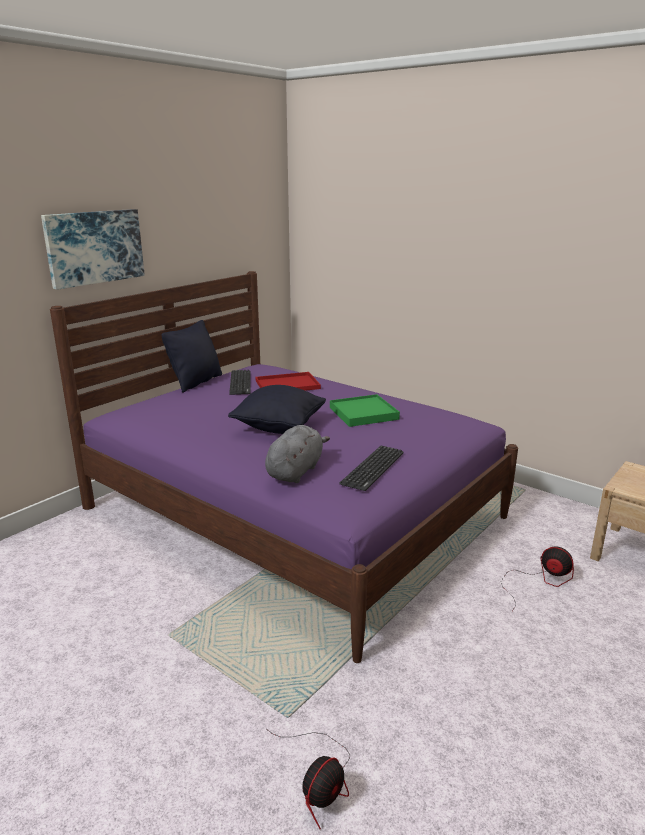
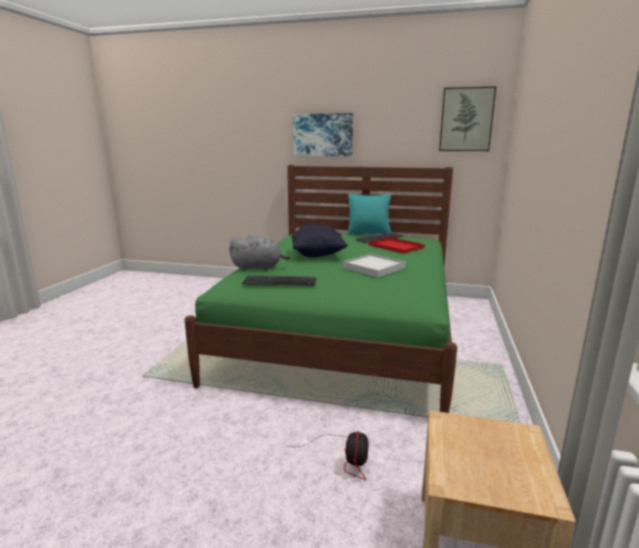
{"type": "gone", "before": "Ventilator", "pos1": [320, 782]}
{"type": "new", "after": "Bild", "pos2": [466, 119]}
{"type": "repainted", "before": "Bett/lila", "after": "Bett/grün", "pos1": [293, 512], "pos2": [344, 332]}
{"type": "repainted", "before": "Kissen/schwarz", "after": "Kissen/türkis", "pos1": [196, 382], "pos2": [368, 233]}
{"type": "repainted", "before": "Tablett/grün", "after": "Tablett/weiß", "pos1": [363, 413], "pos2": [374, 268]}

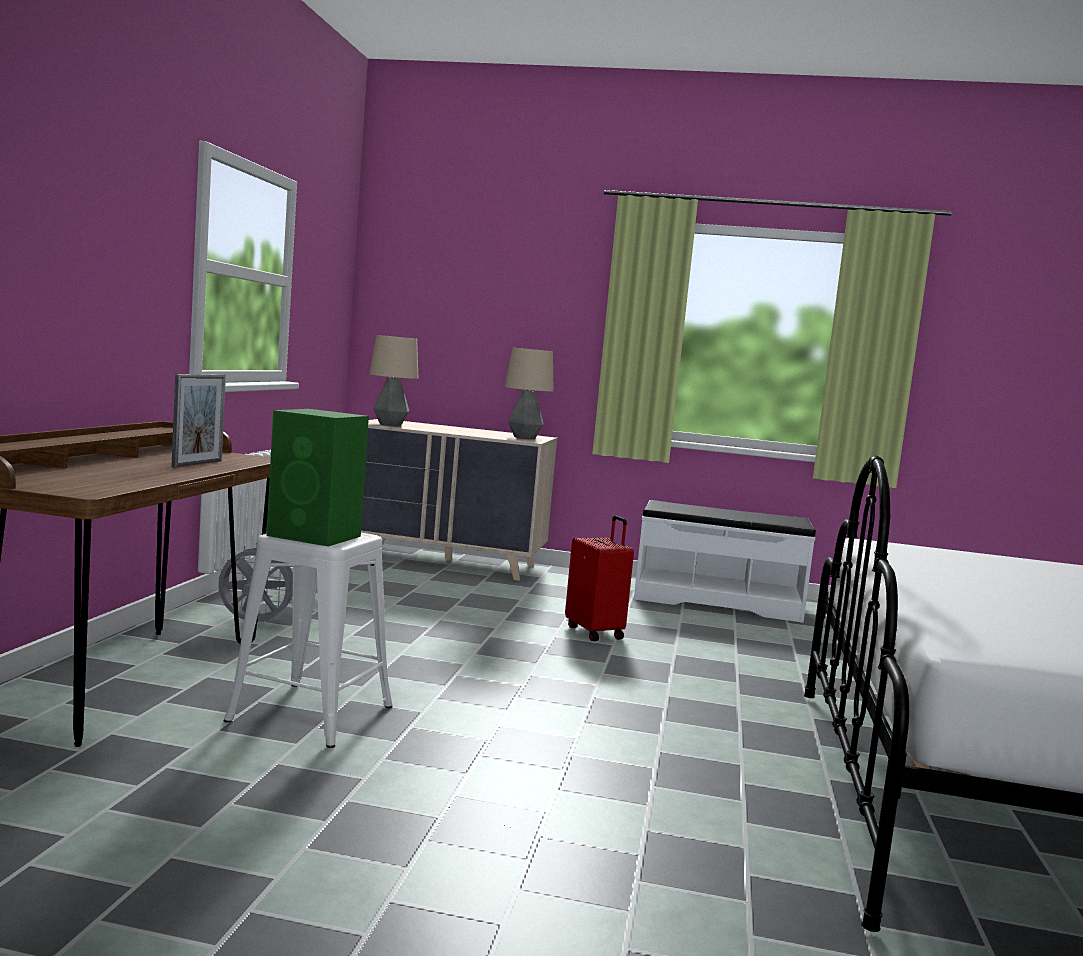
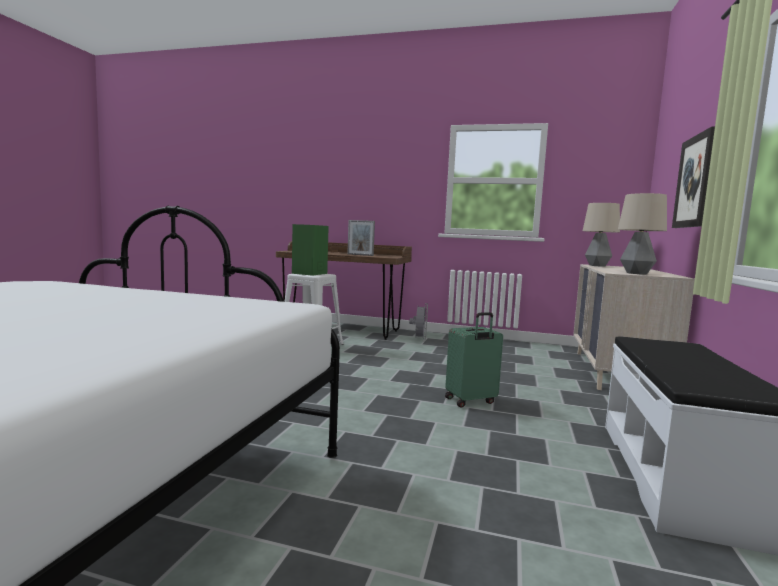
{"type": "new", "after": "Bild", "pos2": [694, 181]}
{"type": "repainted", "before": "Koffer/rot", "after": "Koffer/grün", "pos1": [595, 632], "pos2": [471, 401]}

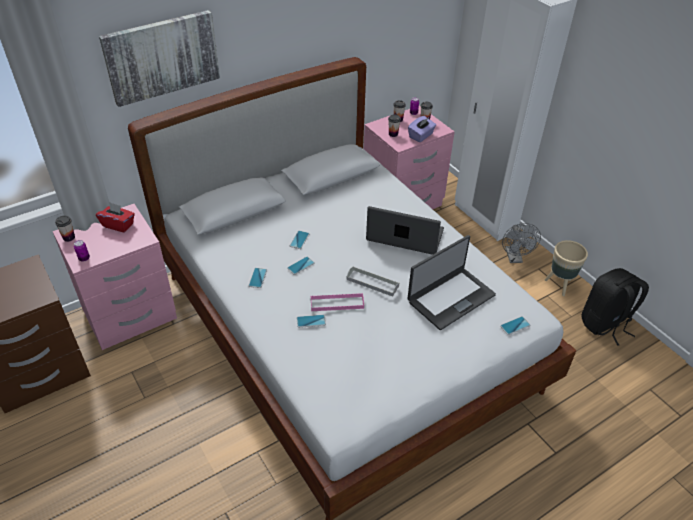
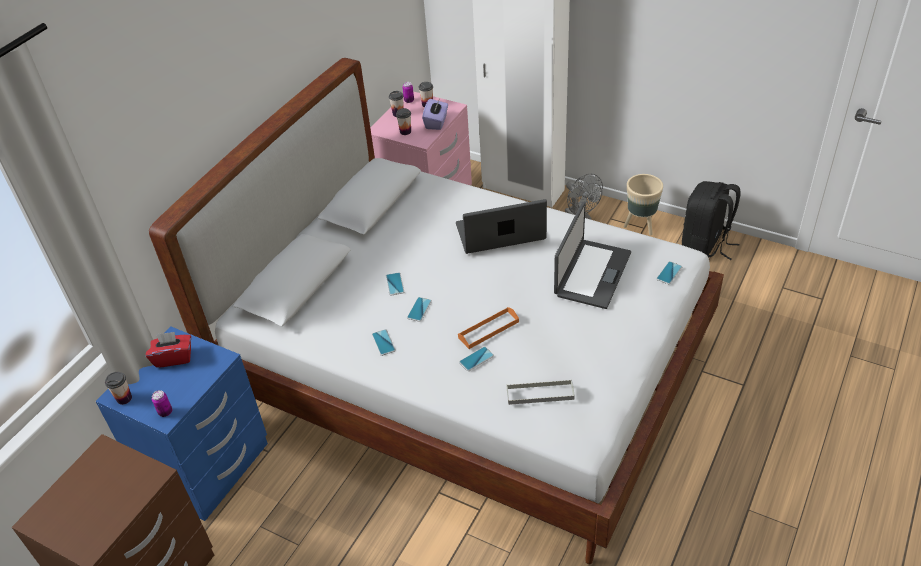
{"type": "gone", "before": "Bild", "pos1": [162, 57]}
{"type": "shifted", "before": "Tablett/grau", "pos1": [372, 283], "pos2": [540, 394]}
{"type": "repainted", "before": "Nachttisch/rosa", "after": "Nachttisch/blau", "pos1": [130, 315], "pos2": [208, 467]}
{"type": "repainted", "before": "Tablett/rosa", "after": "Tablett/orange", "pos1": [337, 303], "pos2": [488, 330]}

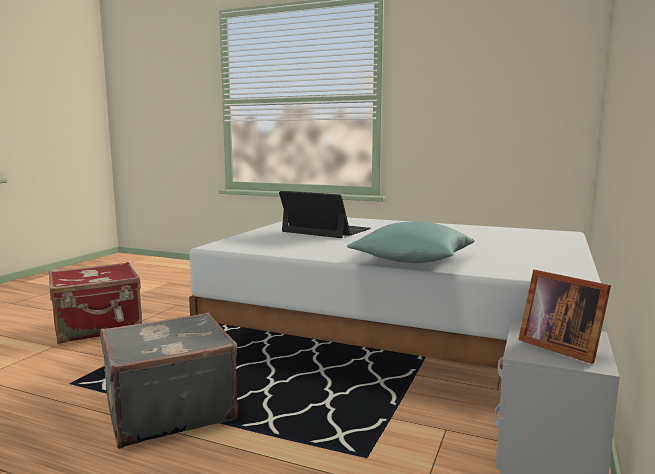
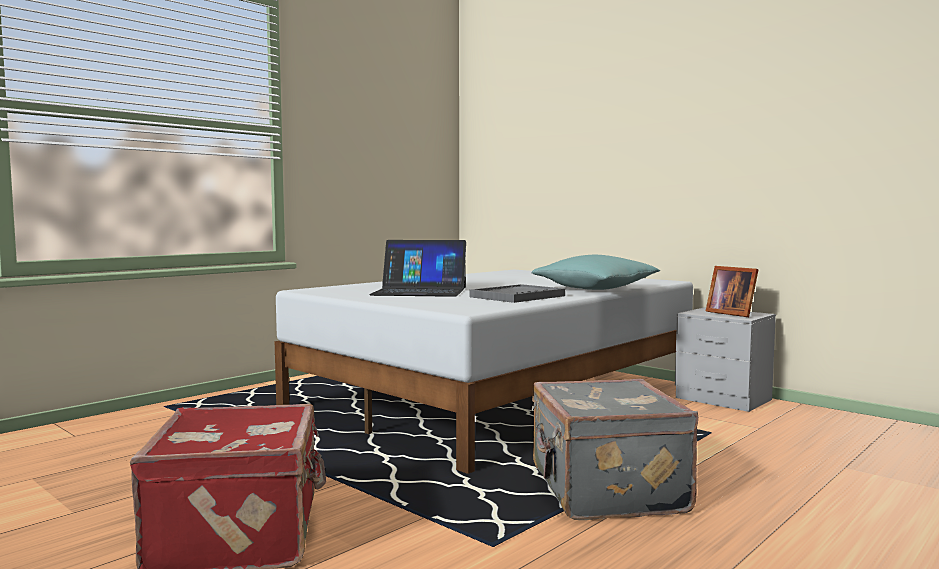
{"type": "new", "after": "Tablett/grau", "pos2": [517, 296]}
{"type": "rotated", "before": "Laptop", "pos1": [326, 230], "pos2": [420, 291], "turn": -135}
{"type": "rotated", "before": "Bilderrahmen", "pos1": [559, 346], "pos2": [731, 313], "turn": 75}

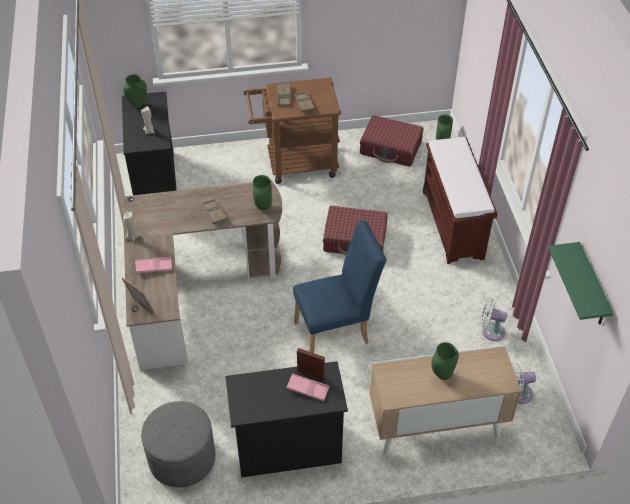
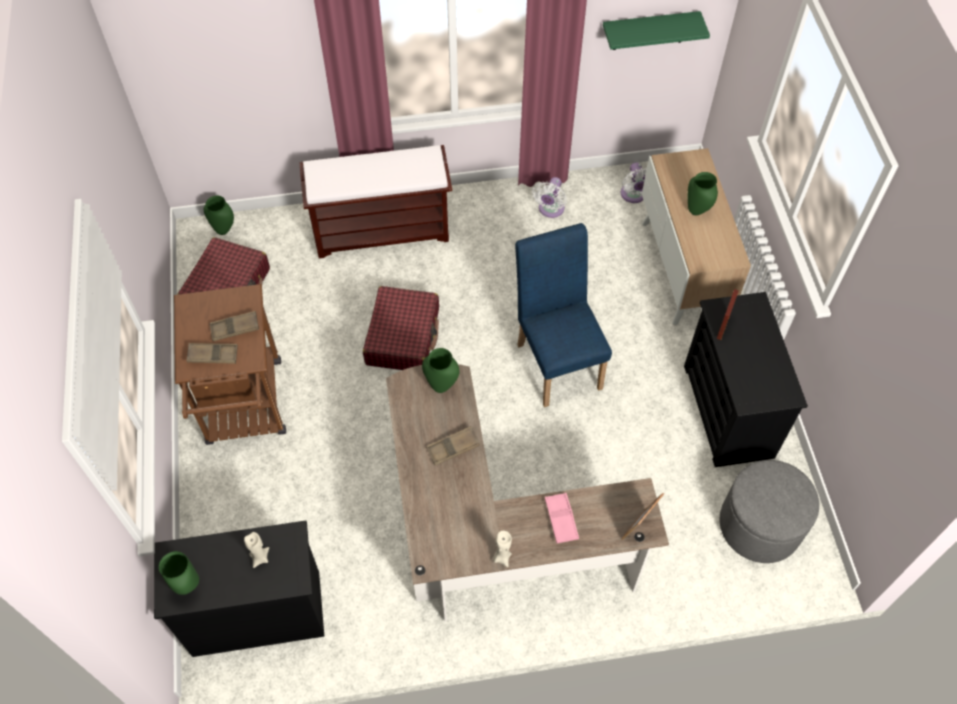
{"type": "gone", "before": "Tablett/rosa", "pos1": [307, 389]}

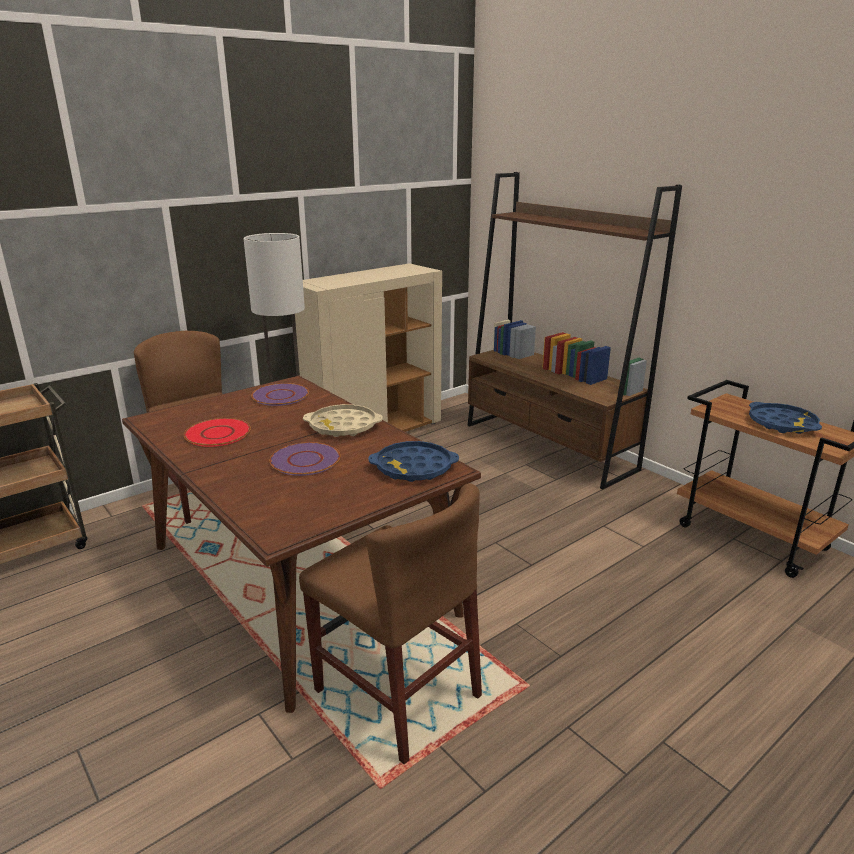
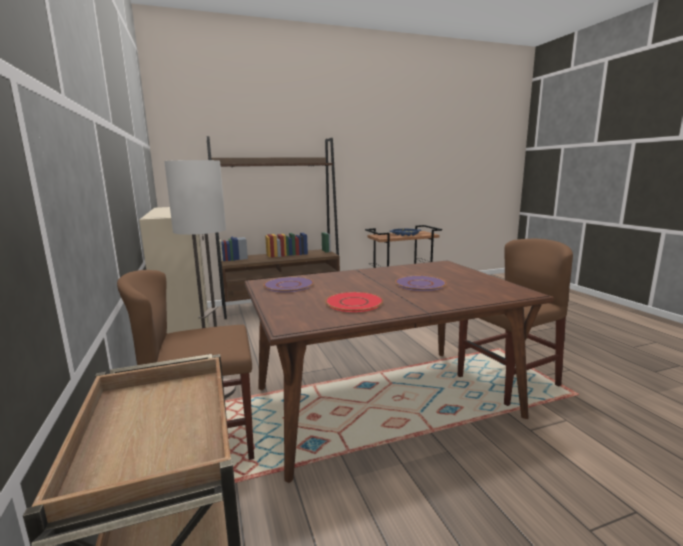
{"type": "gone", "before": "Tablett/beige", "pos1": [343, 426]}
{"type": "gone", "before": "Tablett/blau", "pos1": [414, 468]}

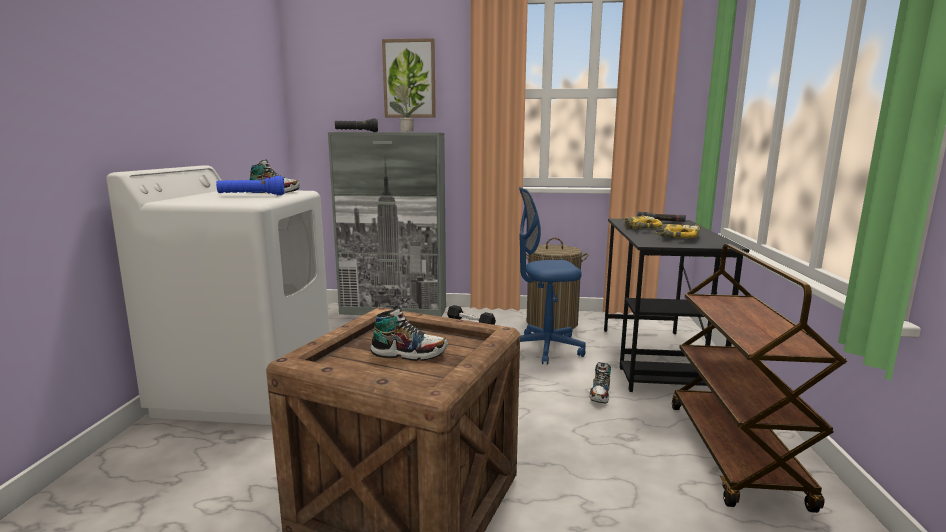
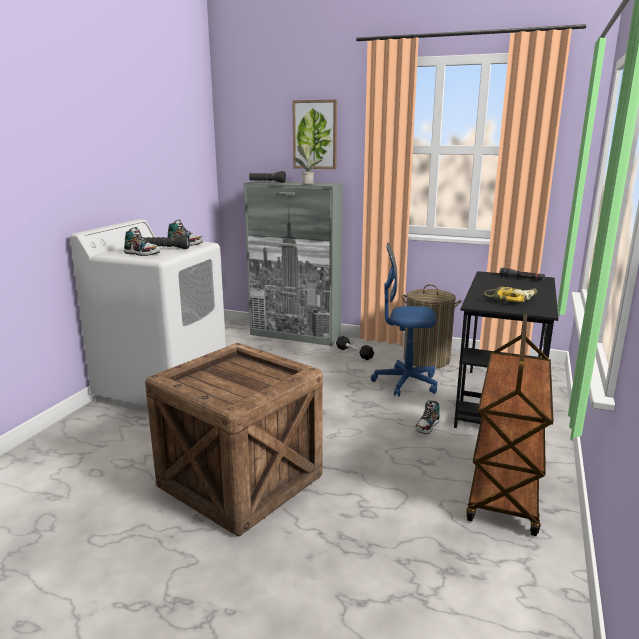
{"type": "gone", "before": "Bohrmaschine", "pos1": [638, 227]}
{"type": "shifted", "before": "Schuh", "pos1": [409, 354], "pos2": [142, 253]}
{"type": "repainted", "before": "Taschenlampe/blau", "after": "Taschenlampe/schwarz", "pos1": [252, 196], "pos2": [166, 249]}

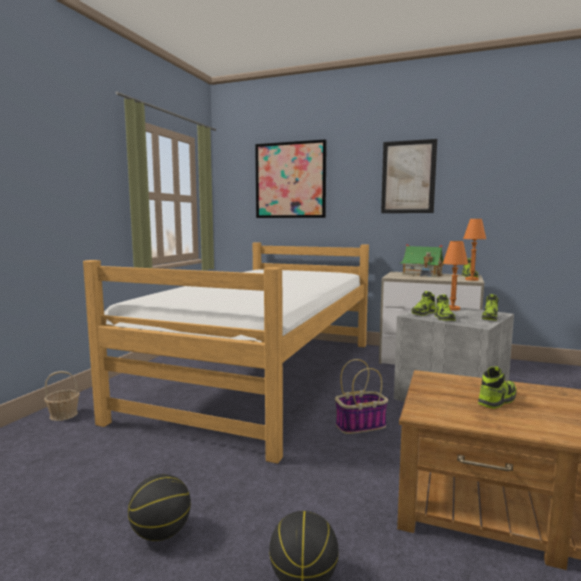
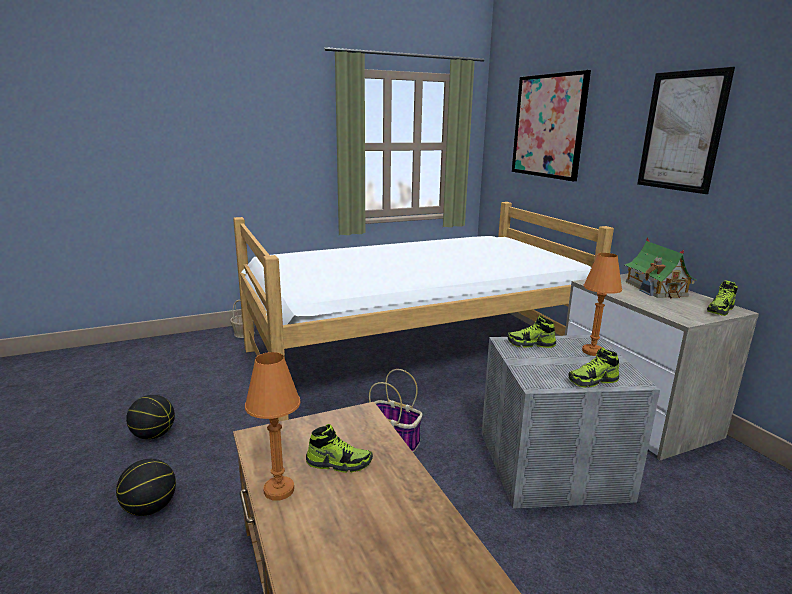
{"type": "gone", "before": "Schuh", "pos1": [444, 318]}
{"type": "shifted", "before": "Tischlampe/orange", "pos1": [472, 280], "pos2": [279, 490]}

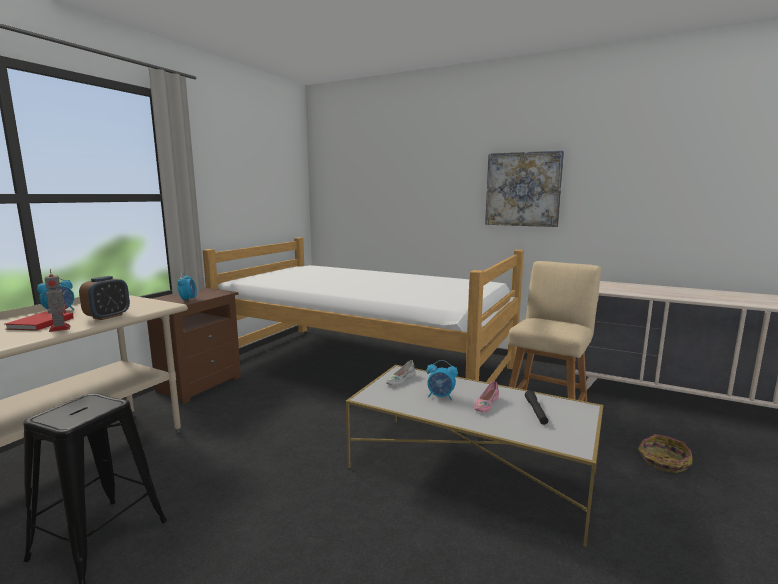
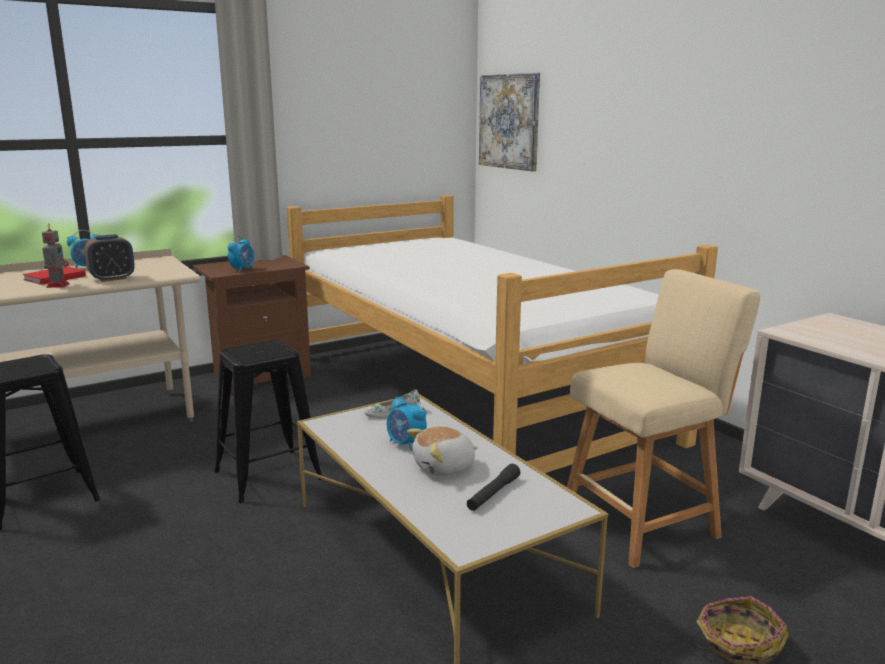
{"type": "new", "after": "Hocker/schwarz", "pos2": [268, 475]}
{"type": "shifted", "before": "Bild", "pos1": [523, 189], "pos2": [509, 121]}
{"type": "swapped", "before": "Schuh/rosa", "after": "Plüschtier", "pos1": [485, 404], "pos2": [444, 467]}

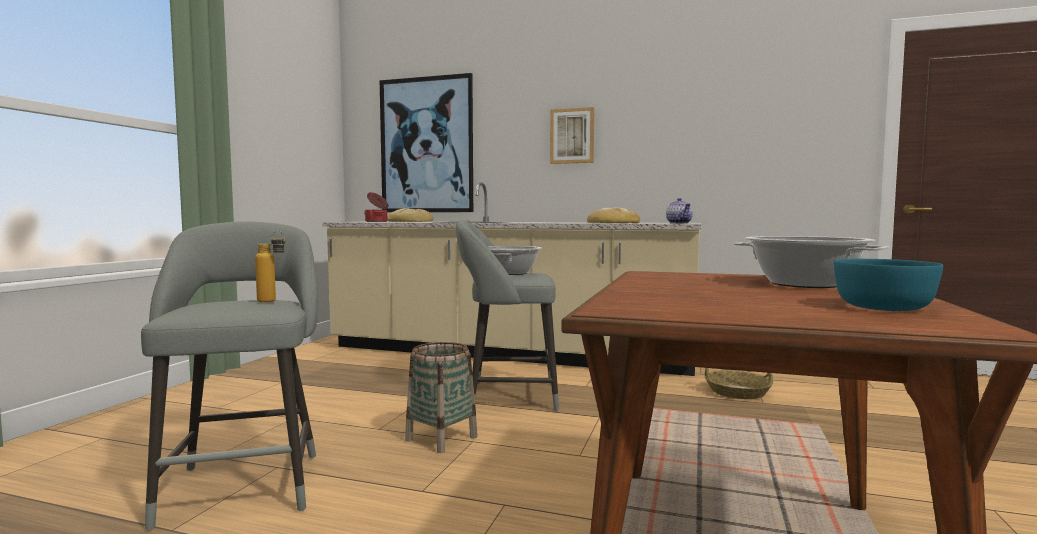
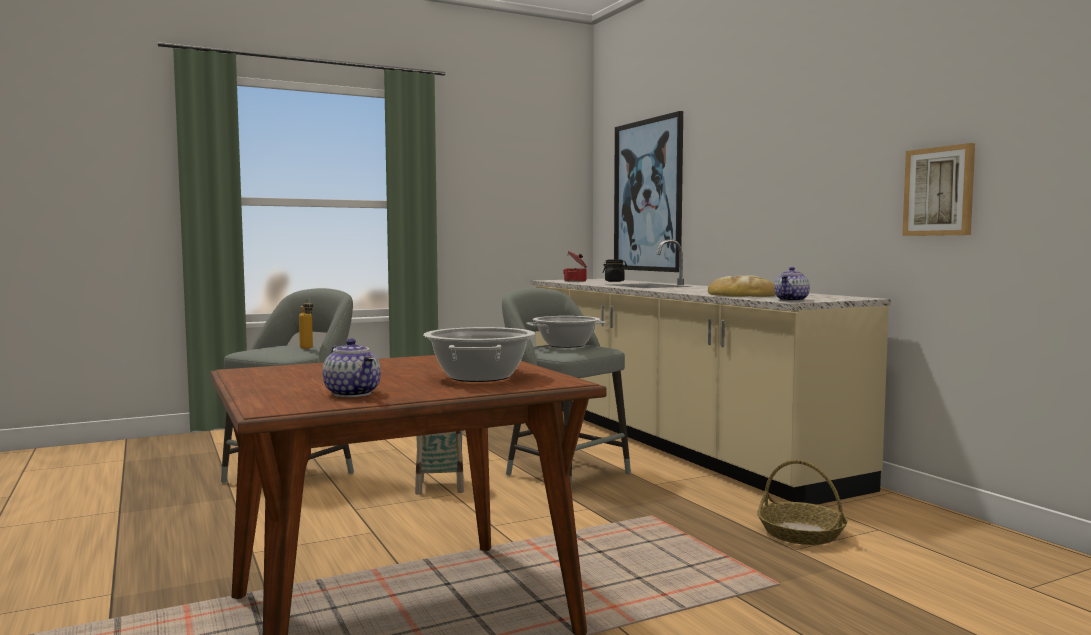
{"type": "shifted", "before": "Bild", "pos1": [572, 136], "pos2": [939, 191]}
{"type": "swapped", "before": "Brot", "after": "Vorratsglas/schwarz", "pos1": [410, 221], "pos2": [614, 281]}
{"type": "swapped", "before": "Schüssel/türkis", "after": "Teekanne", "pos1": [881, 307], "pos2": [354, 393]}

